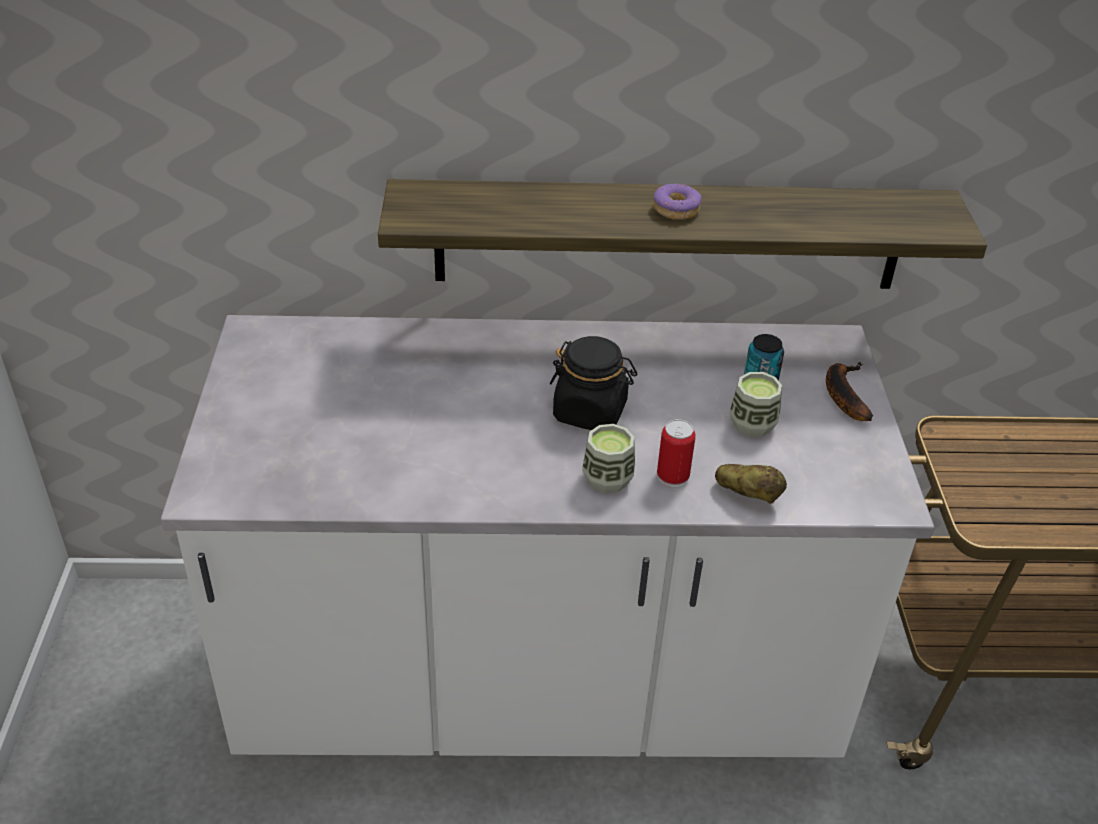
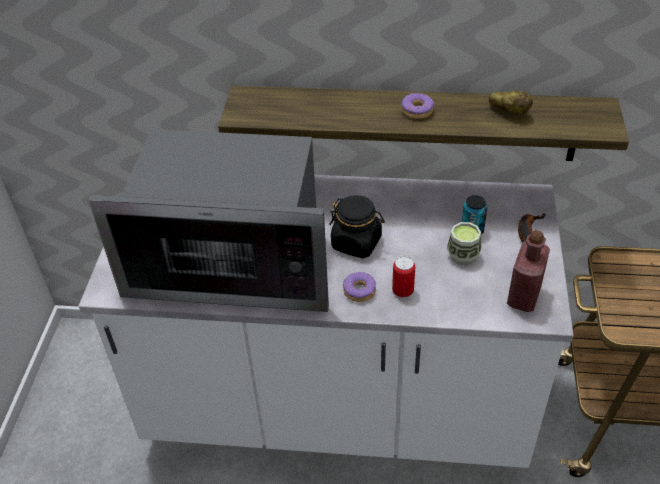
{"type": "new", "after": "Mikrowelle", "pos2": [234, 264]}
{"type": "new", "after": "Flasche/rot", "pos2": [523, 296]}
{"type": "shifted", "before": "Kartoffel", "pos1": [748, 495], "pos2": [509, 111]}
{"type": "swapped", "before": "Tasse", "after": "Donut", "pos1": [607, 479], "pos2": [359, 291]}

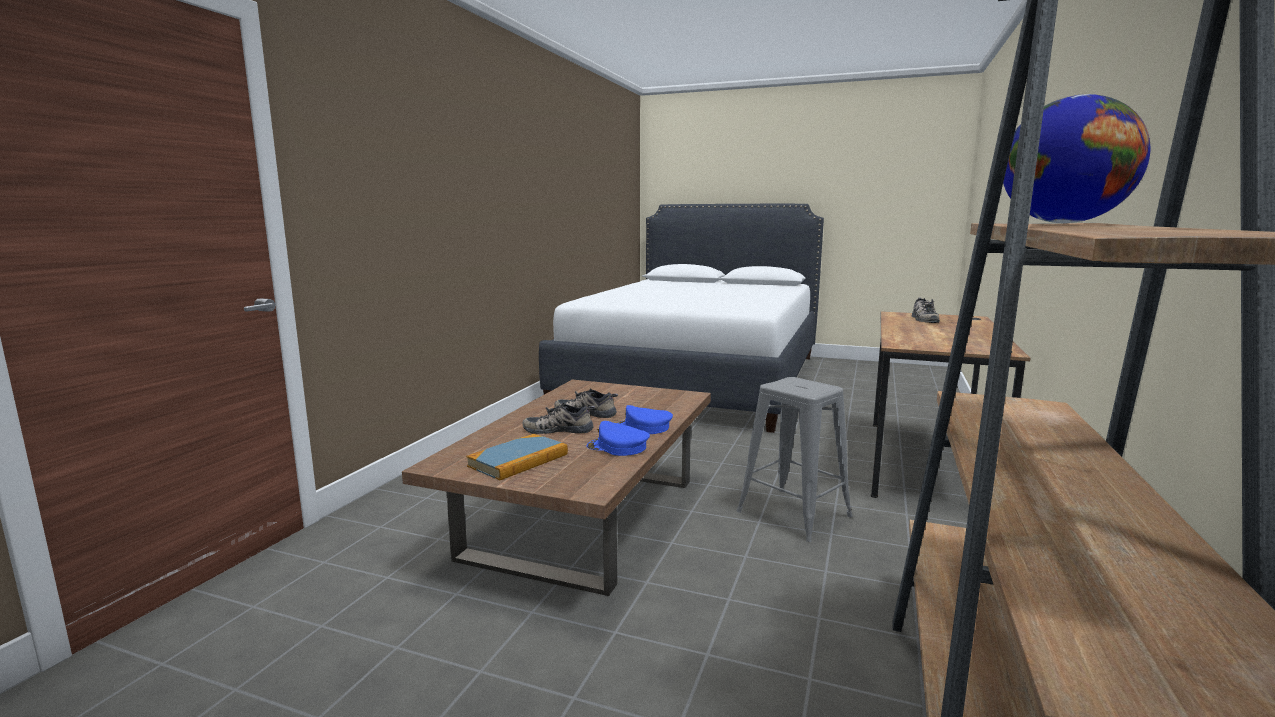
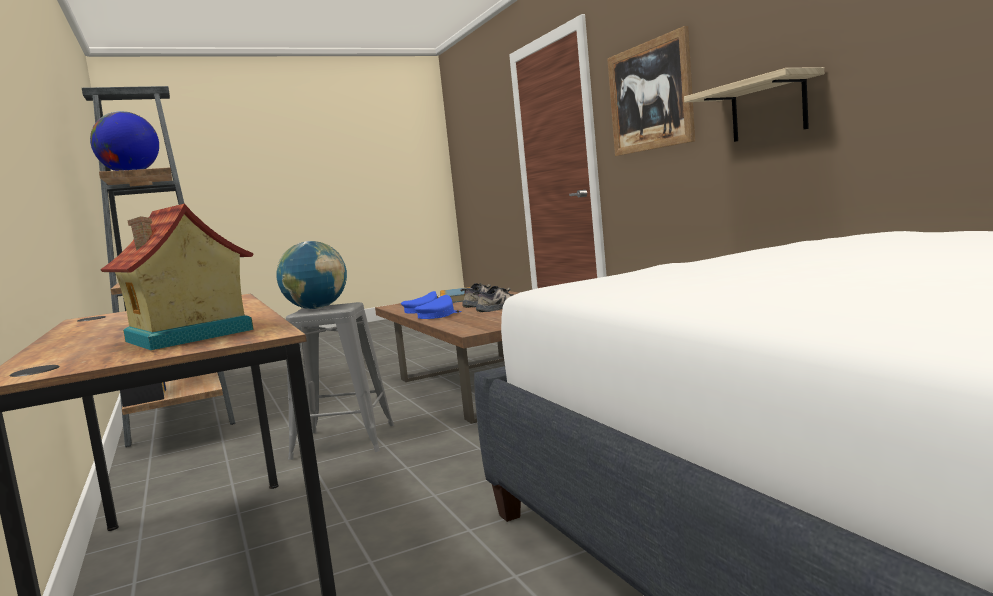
{"type": "new", "after": "Globus", "pos2": [316, 308]}
{"type": "new", "after": "Bild", "pos2": [650, 96]}
{"type": "new", "after": "Wandregal", "pos2": [768, 109]}
{"type": "swapped", "before": "Schuh", "after": "Spielzeughaus", "pos1": [923, 319], "pos2": [185, 336]}

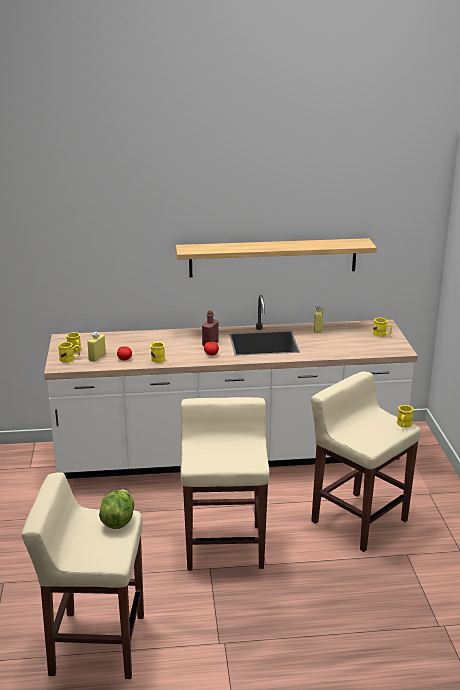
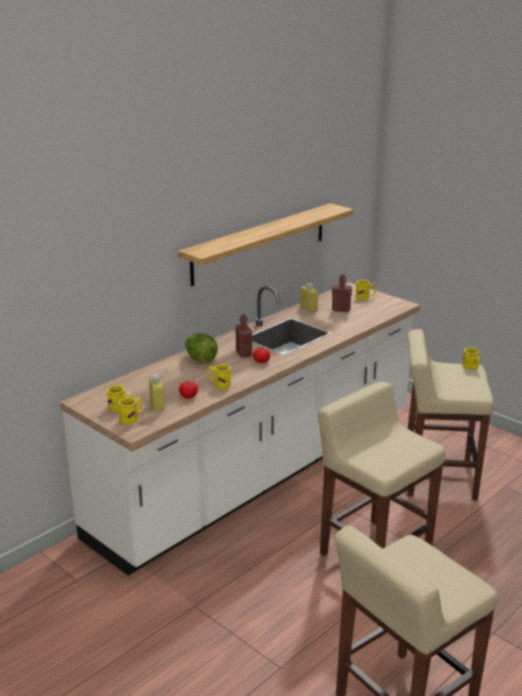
{"type": "new", "after": "Flasche/rot", "pos2": [341, 310]}
{"type": "shifted", "before": "Salatkopf", "pos1": [118, 520], "pos2": [200, 359]}

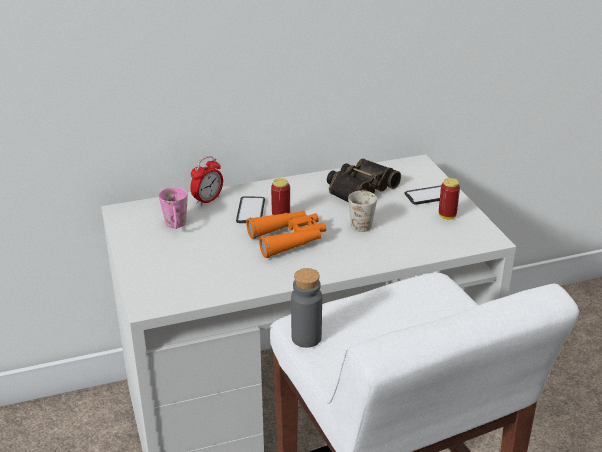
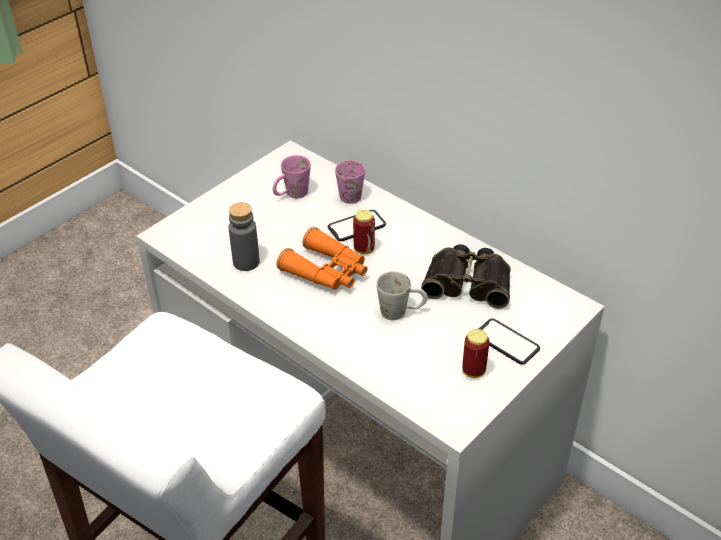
{"type": "shifted", "before": "Flasche/grau", "pos1": [306, 338], "pos2": [246, 262]}
{"type": "swapped", "before": "Wecker", "after": "Henkelbecher/rosa", "pos1": [207, 200], "pos2": [352, 192]}

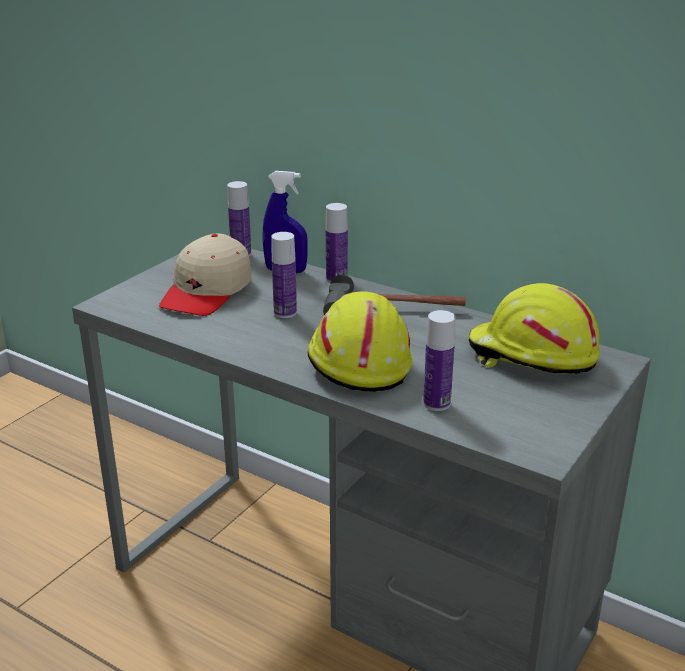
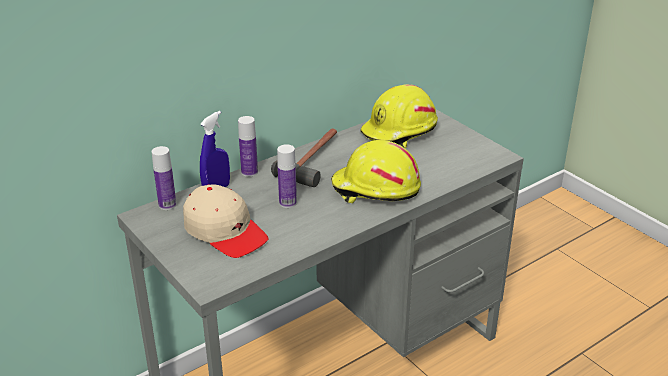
{"type": "gone", "before": "Flasche", "pos1": [436, 403]}

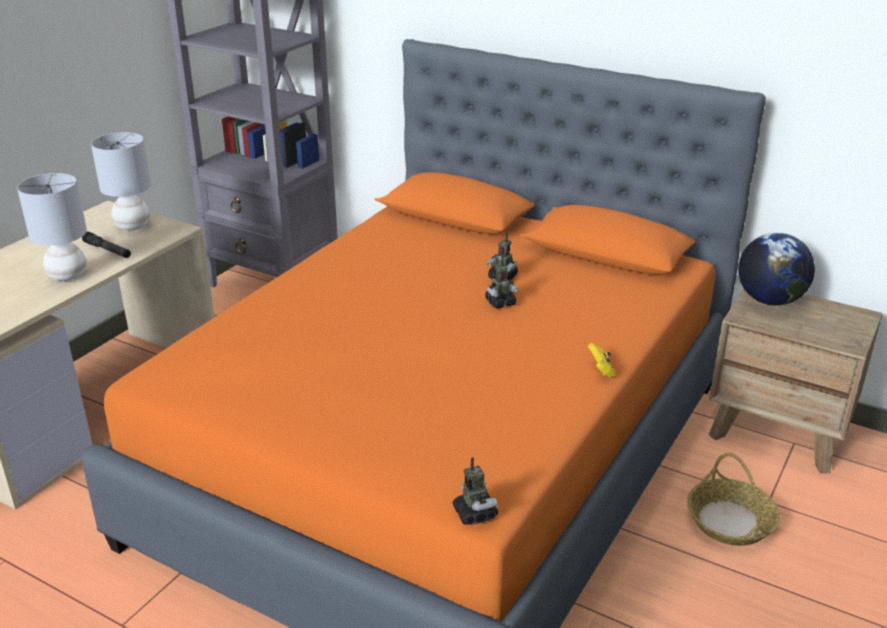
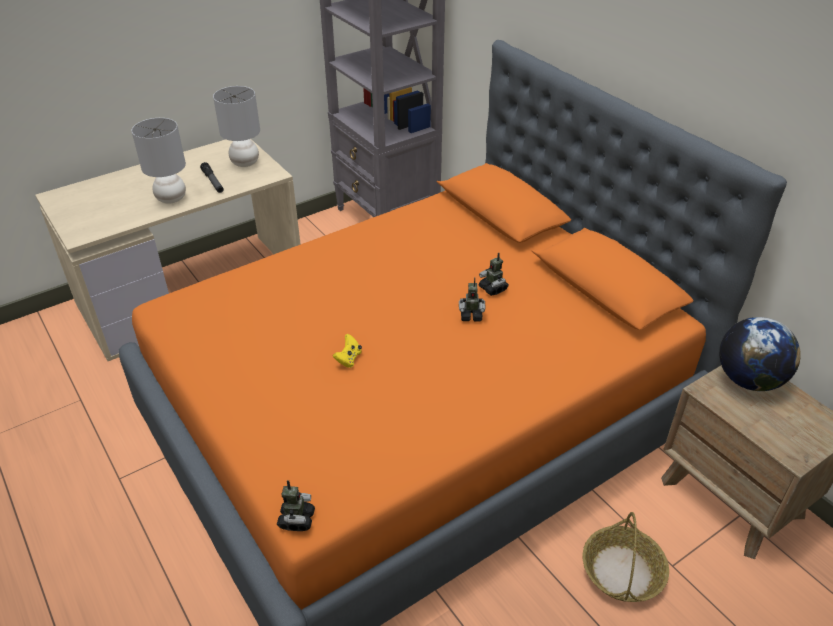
{"type": "shifted", "before": "Gamepad/gelb", "pos1": [601, 370], "pos2": [348, 359]}

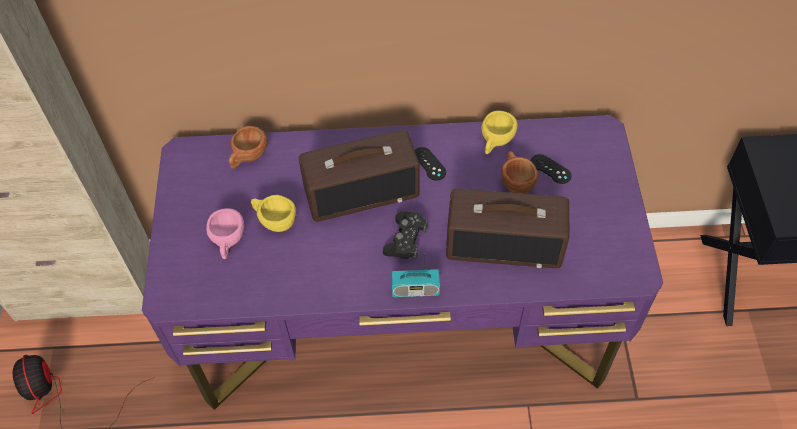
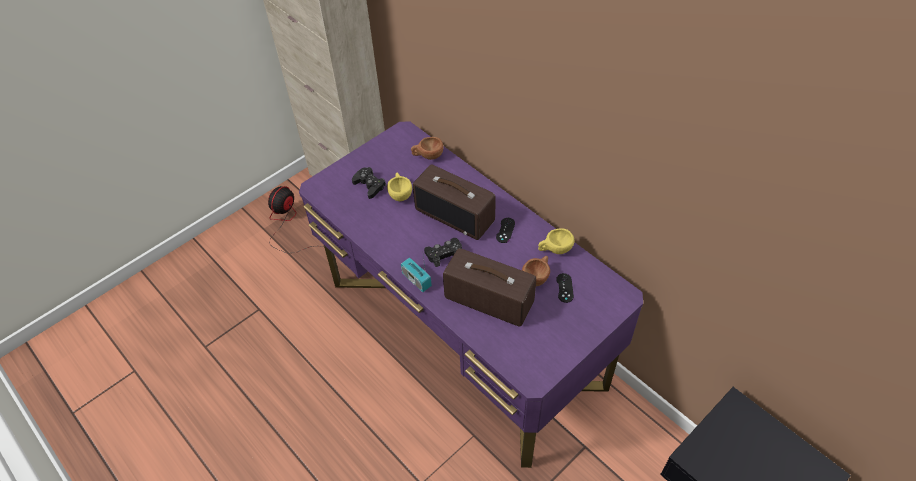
{"type": "swapped", "before": "Tasse/rosa", "after": "Gamepad/schwarz", "pos1": [228, 242], "pos2": [369, 185]}
{"type": "rotated", "before": "Radio", "pos1": [505, 243], "pos2": [488, 300], "turn": 150}

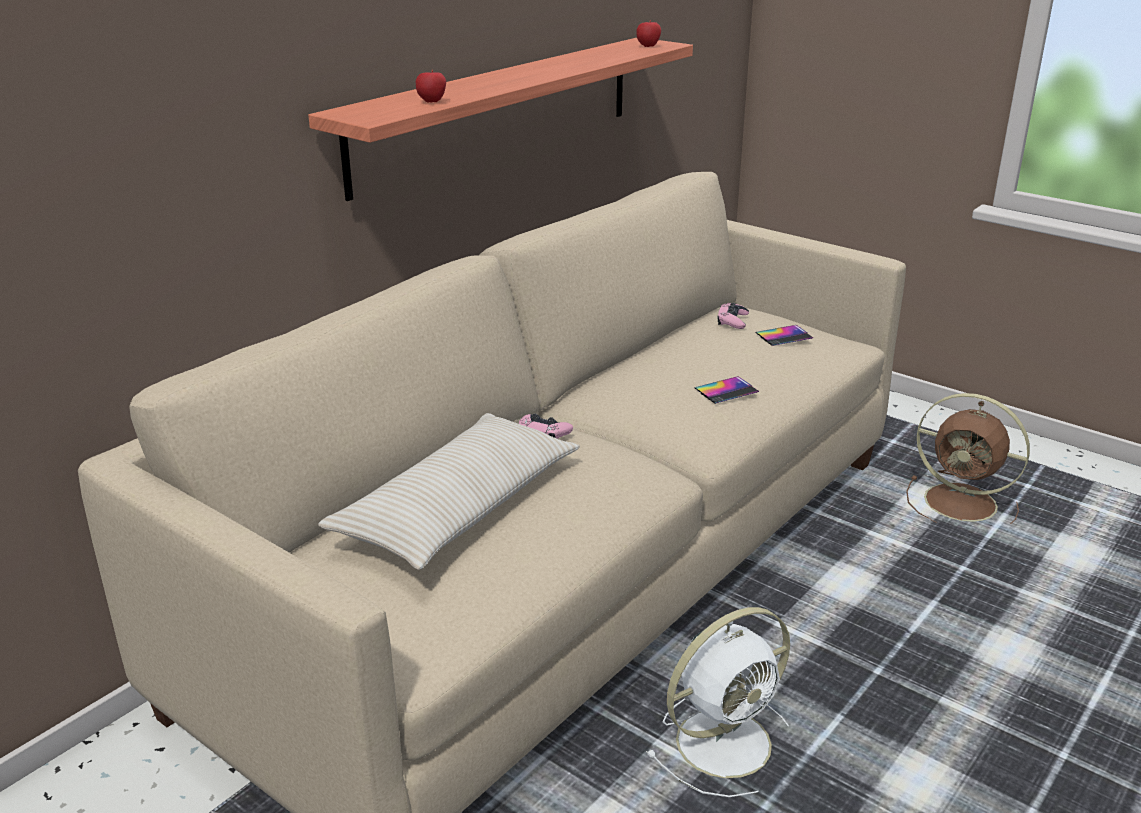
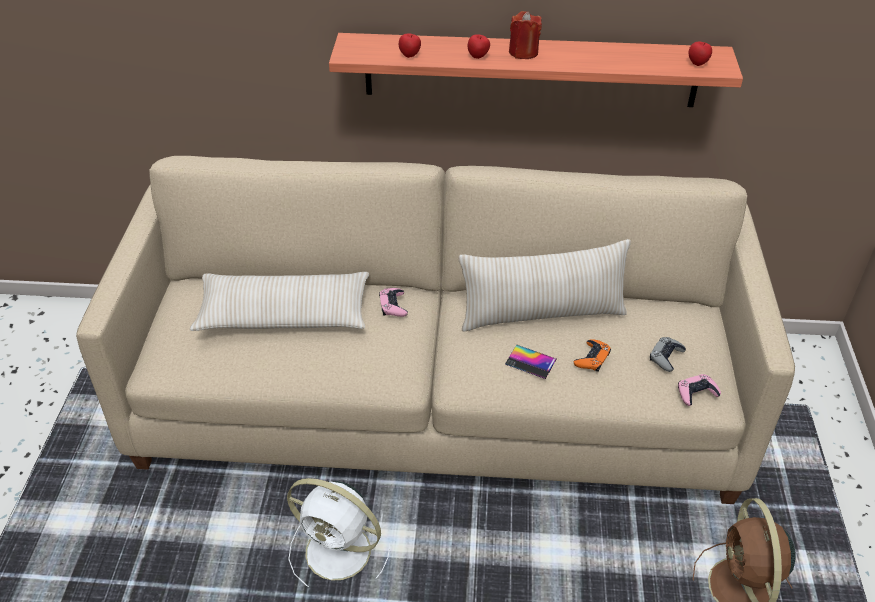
{"type": "new", "after": "Kissen/beige", "pos2": [542, 314]}
{"type": "new", "after": "Apfel", "pos2": [478, 57]}
{"type": "new", "after": "Kerze/rot", "pos2": [523, 52]}
{"type": "new", "after": "Gamepad/orange", "pos2": [592, 358]}
{"type": "shifted", "before": "Gamepad/rosa", "pos1": [732, 320], "pos2": [696, 393]}
{"type": "swapped", "before": "Handy", "after": "Gamepad/grau", "pos1": [784, 336], "pos2": [666, 357]}

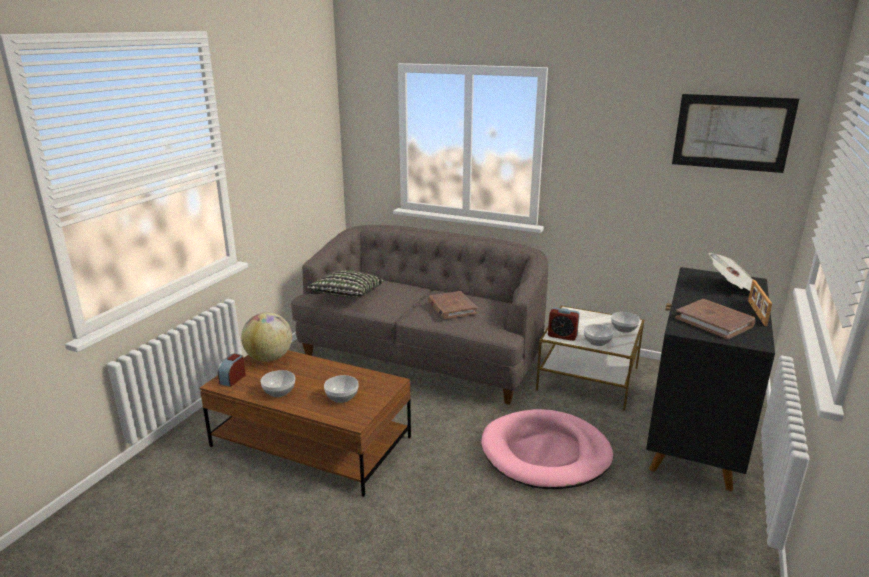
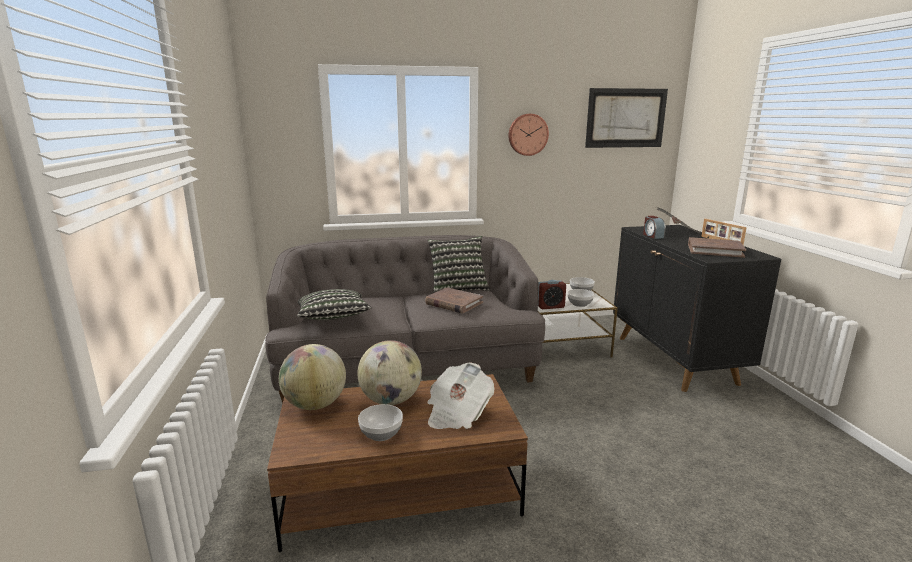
{"type": "gone", "before": "Hundebett/rosa", "pos1": [545, 453]}
{"type": "new", "after": "Globus", "pos2": [391, 400]}
{"type": "new", "after": "Kissen", "pos2": [458, 288]}
{"type": "new", "after": "Wanduhr", "pos2": [527, 134]}
{"type": "shifted", "before": "Wecker", "pos1": [233, 379], "pos2": [652, 236]}
{"type": "swapped", "before": "Schüssel", "after": "Zeitung", "pos1": [341, 397], "pos2": [457, 413]}

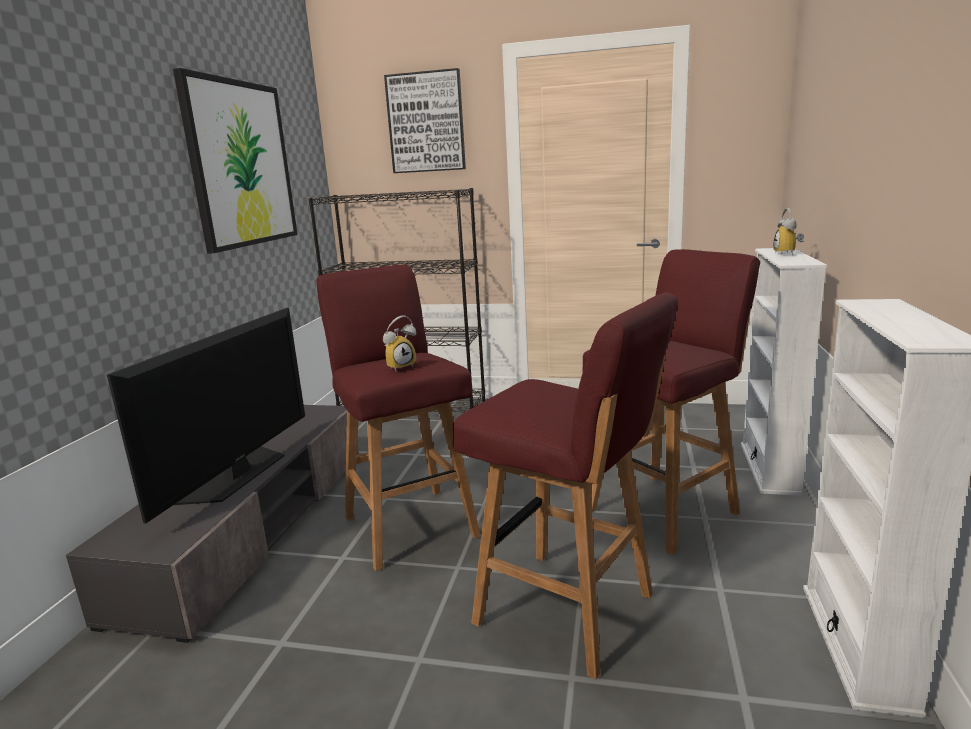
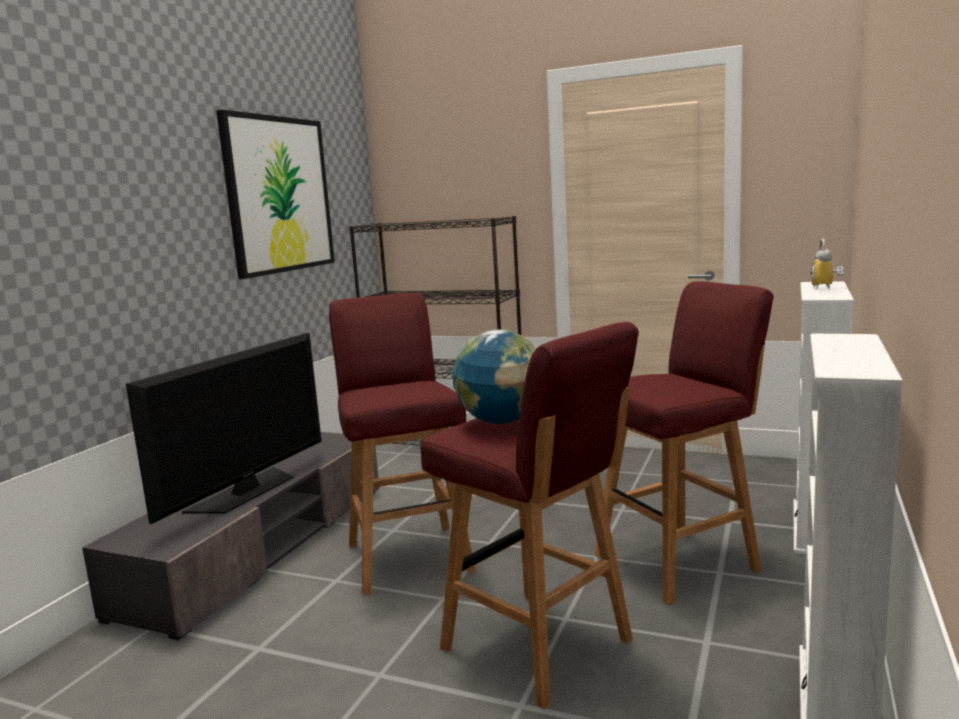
{"type": "gone", "before": "Wecker", "pos1": [400, 366]}
{"type": "gone", "before": "Bild", "pos1": [426, 122]}
{"type": "new", "after": "Globus", "pos2": [502, 421]}

